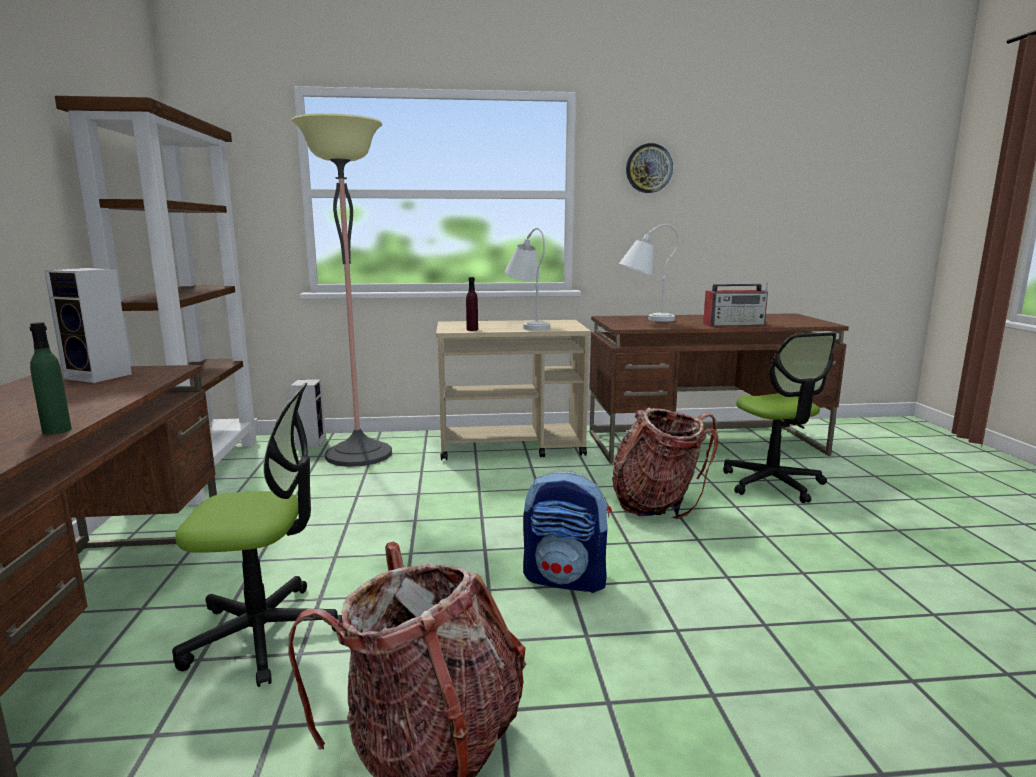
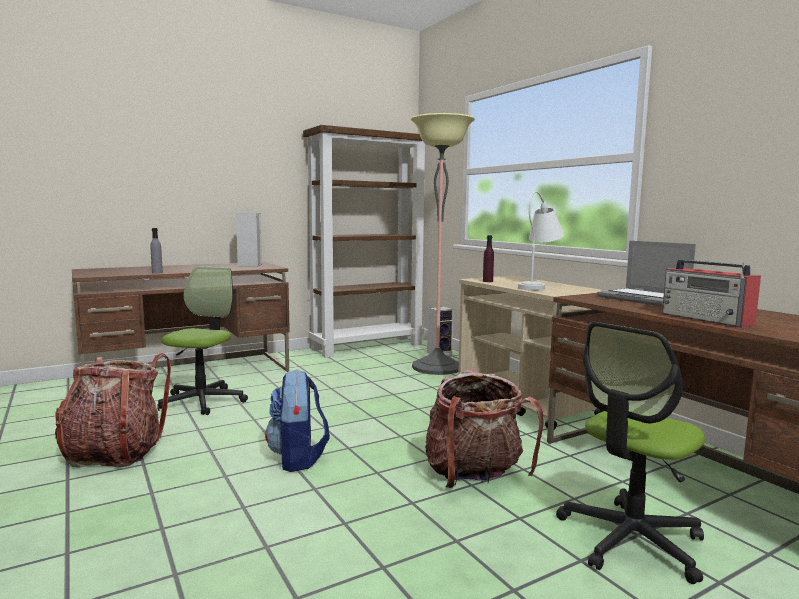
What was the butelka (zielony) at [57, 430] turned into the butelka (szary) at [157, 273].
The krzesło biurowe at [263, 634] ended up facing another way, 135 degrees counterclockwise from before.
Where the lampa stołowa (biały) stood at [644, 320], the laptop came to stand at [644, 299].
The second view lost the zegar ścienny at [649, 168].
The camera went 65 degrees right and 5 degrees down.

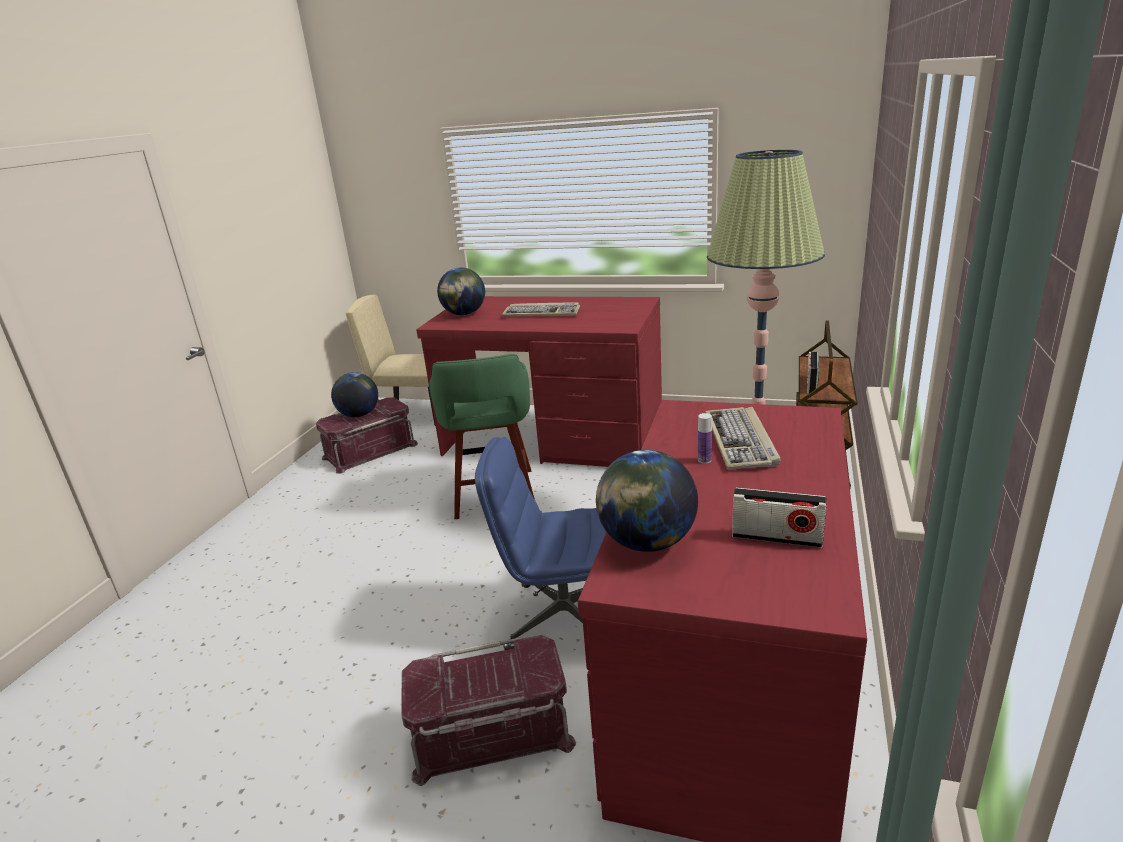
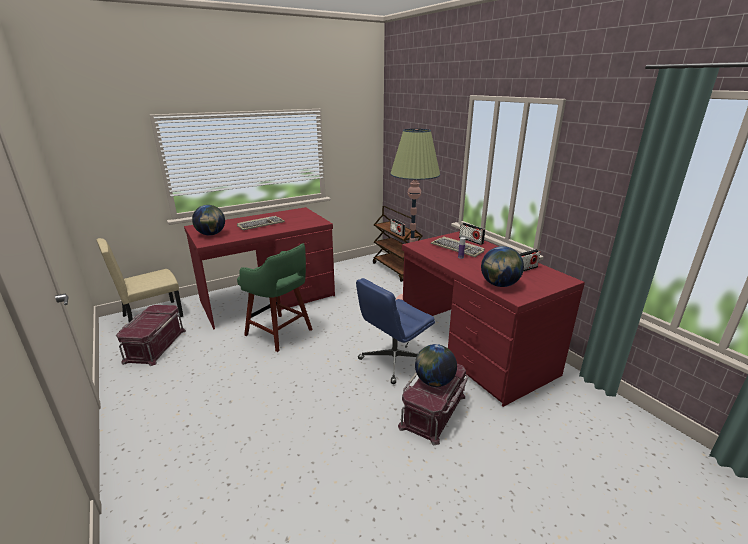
The globus ended up elsewhere, having gone from [359, 415] to [434, 381].
The second view gained the radio at [471, 240].
The camera went 50 degrees left and 0 degrees up.

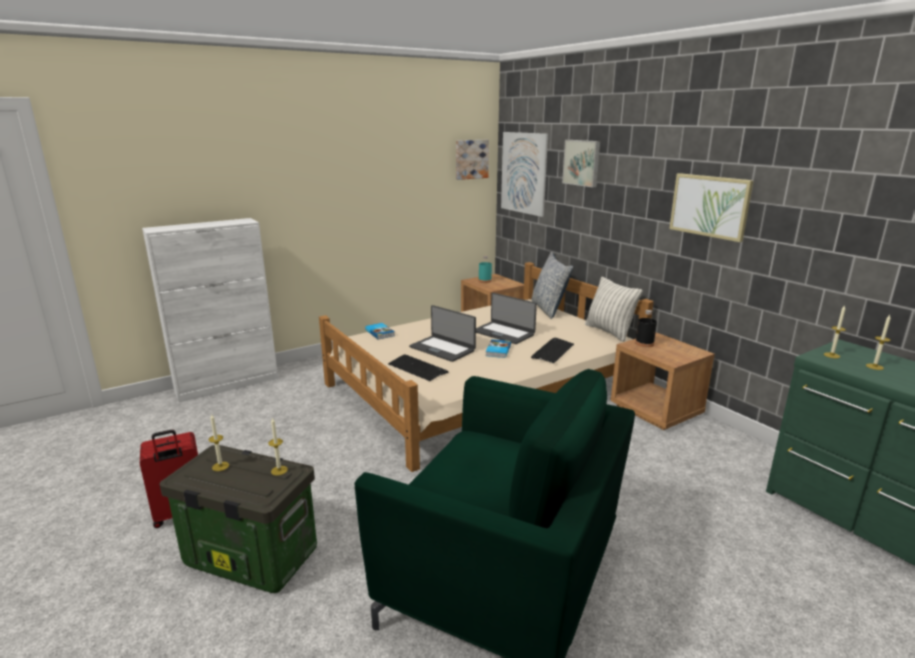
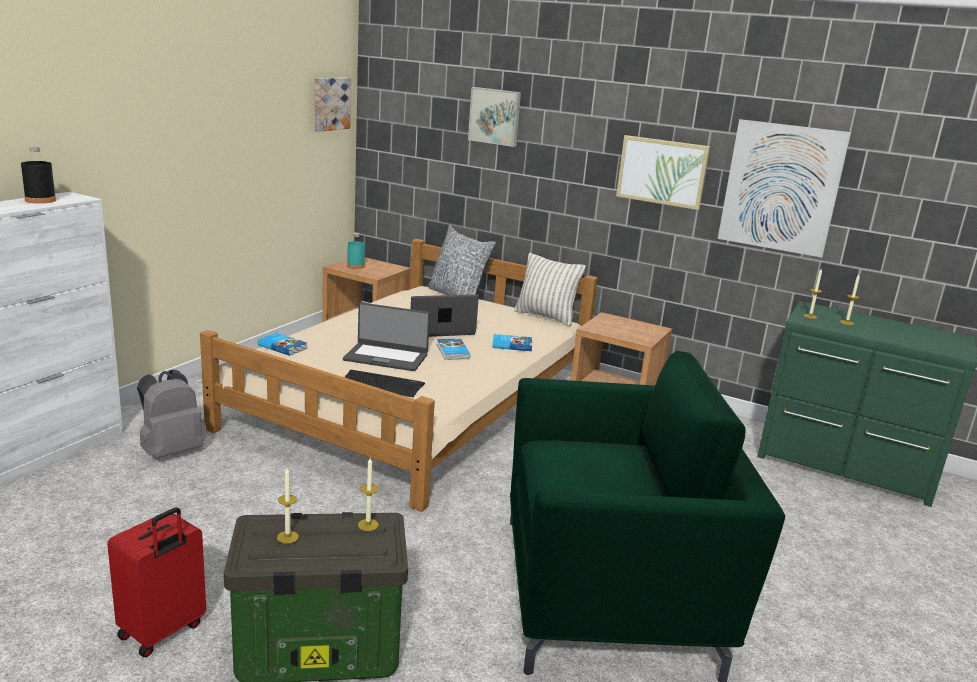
The laptop at [504, 333] ended up facing another way, 150 degrees clockwise from before.
The obraz ended up elsewhere, having gone from [523, 173] to [781, 188].
Where the klawiatura stood at [552, 351], the książka came to stand at [511, 345].
The butelka (czarny) ended up elsewhere, having gone from [644, 343] to [40, 200].
The second view gained the plecak (szary) at [171, 451].
The camera went 30 degrees left and 0 degrees up.

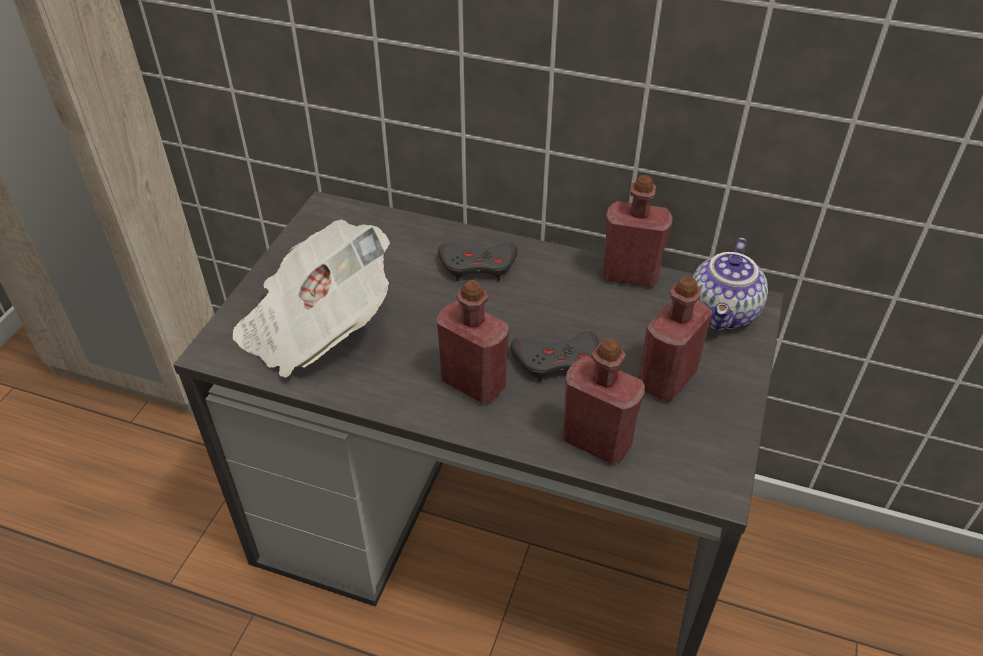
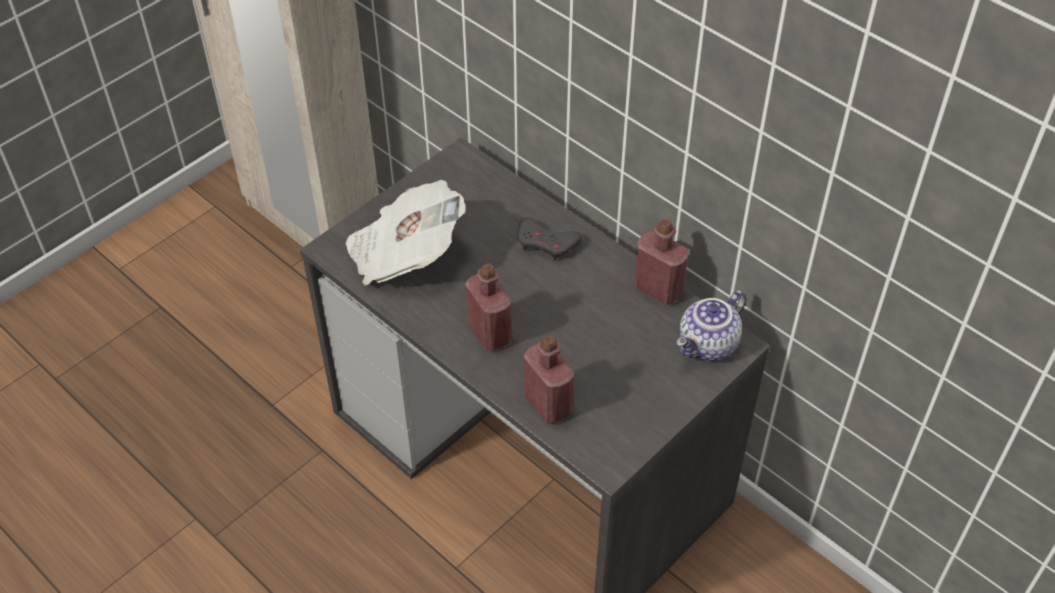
The second view lost the pad do gier (szary) at [557, 361].
The second view lost the butelka (czerwony) at [667, 379].
The camera went 25 degrees right and 5 degrees up.

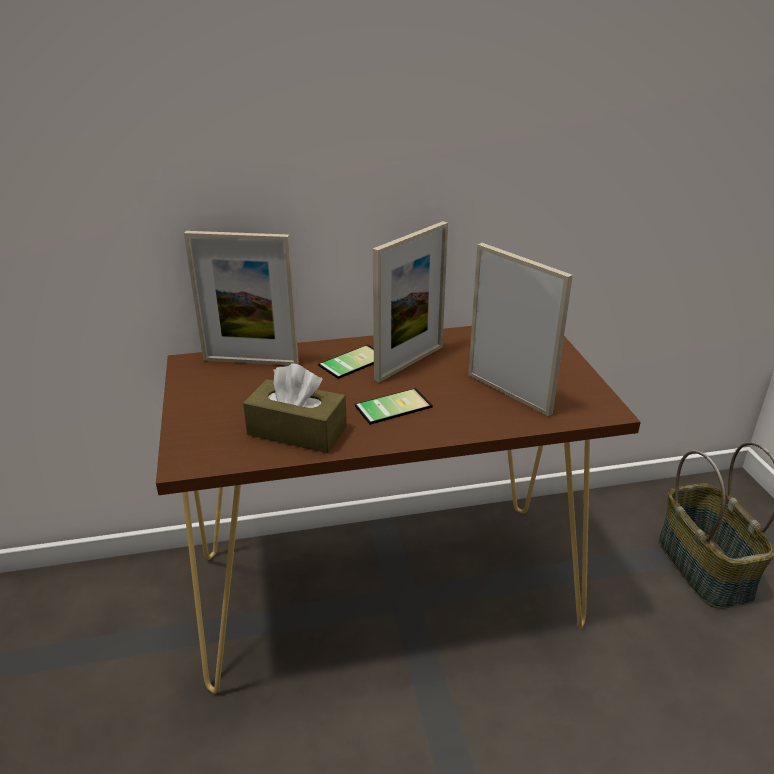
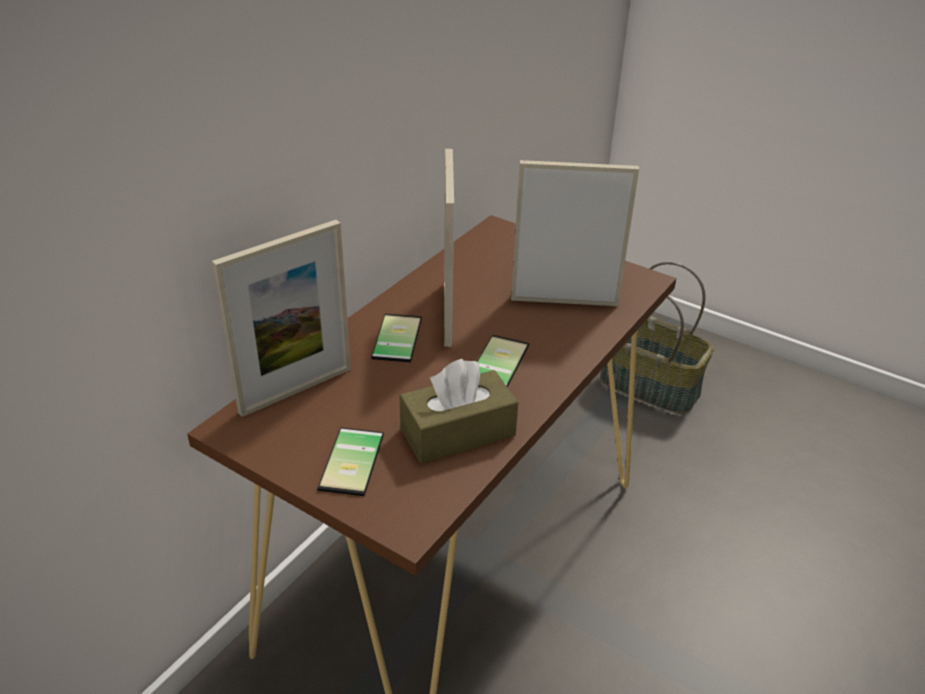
The second view gained the telefon at [356, 462].
The camera went 45 degrees left and 5 degrees up.

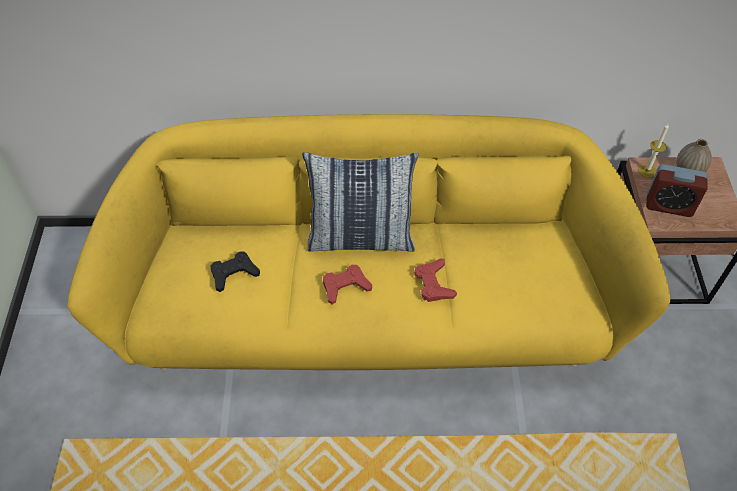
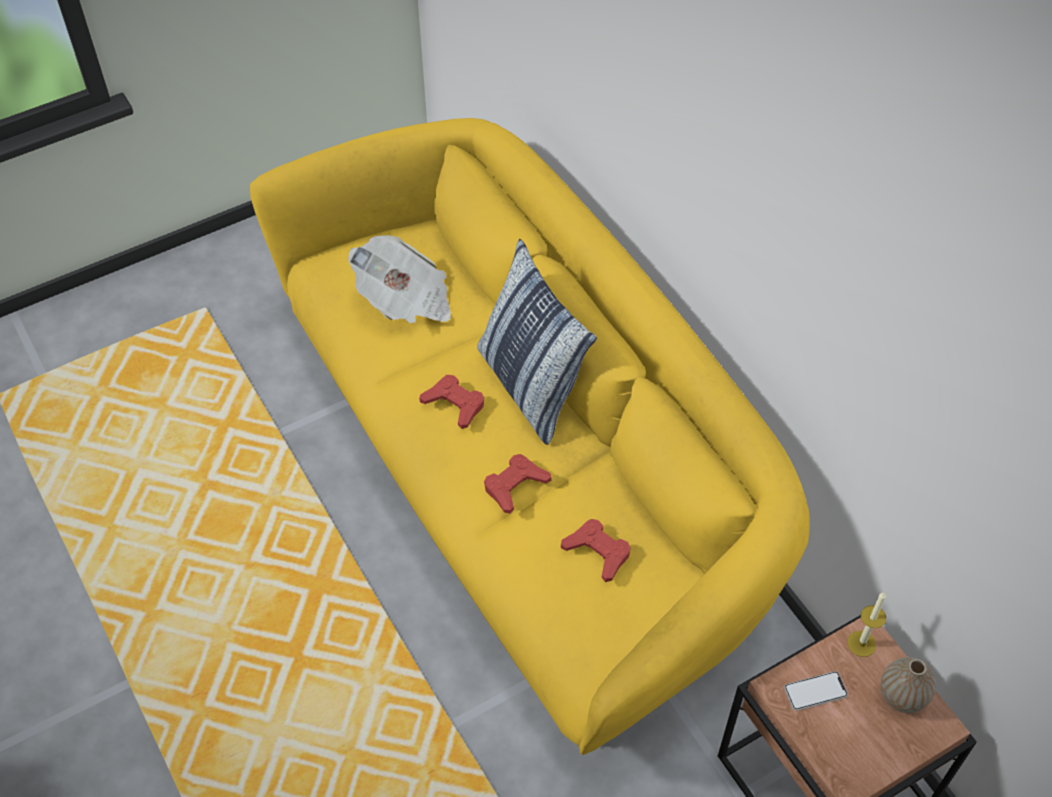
Where the pad do gier (czarny) stood at [234, 273], the gazeta came to stand at [405, 300].
Where the budzik stood at [668, 205], the telefon came to stand at [815, 691].
The second view gained the pad do gier (czerwony) at [597, 552].
The camera went 60 degrees right and 0 degrees up.

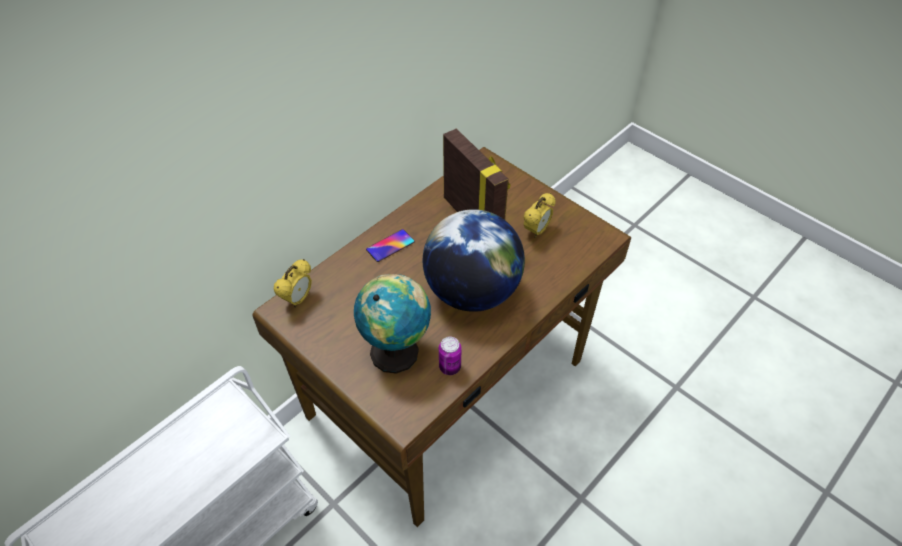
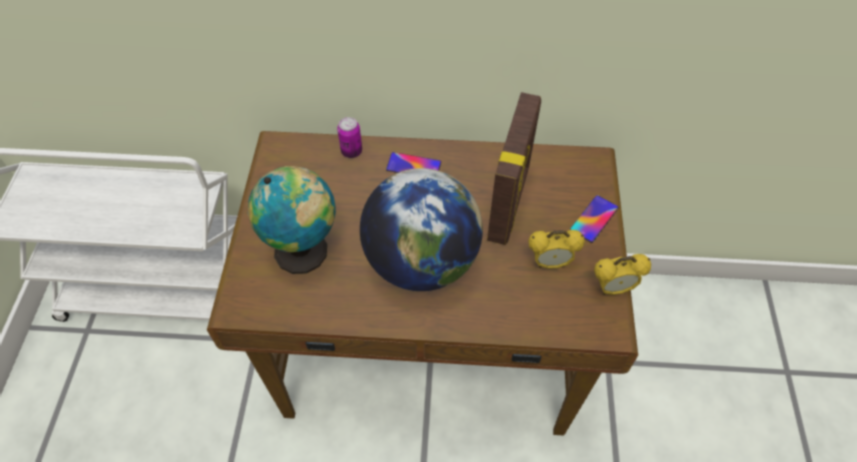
The budzik ended up elsewhere, having gone from [298, 299] to [613, 288].
The puszka ended up elsewhere, having gone from [450, 367] to [351, 151].
The second view gained the telefon at [594, 219].
The camera went 50 degrees right and 5 degrees up.

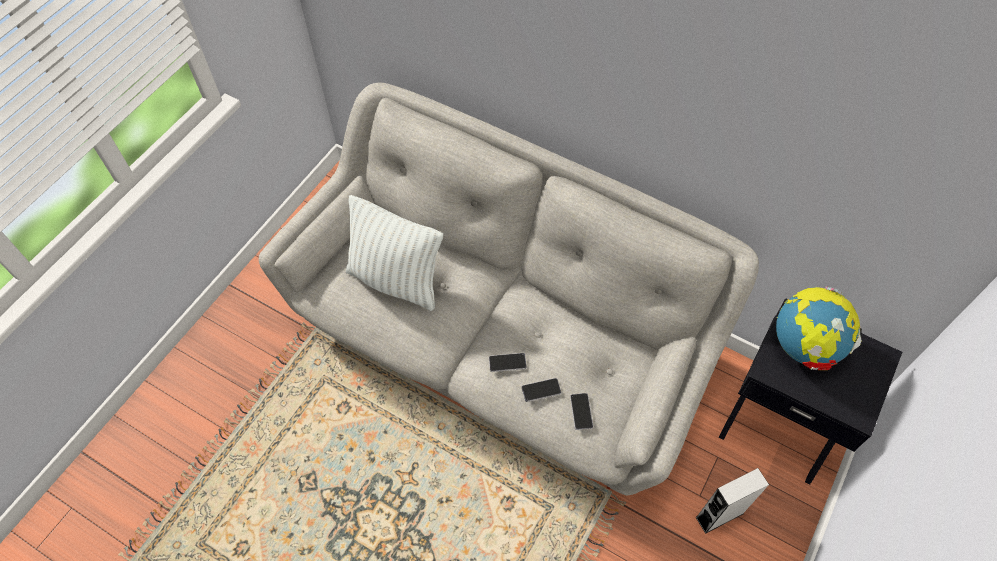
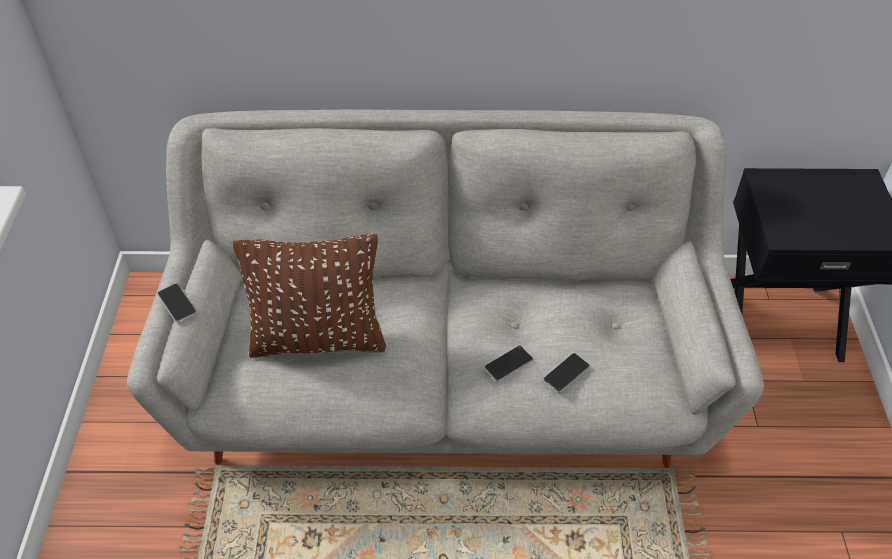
What was the poduszka (biały) at [396, 280] turned into the poduszka (brązowy) at [318, 339].
The telefon ended up elsewhere, having gone from [581, 411] to [177, 303].
The second view lost the głośnik (szary) at [719, 515].
The second view lost the globus at [805, 346].
The camera went 30 degrees left and 10 degrees down.

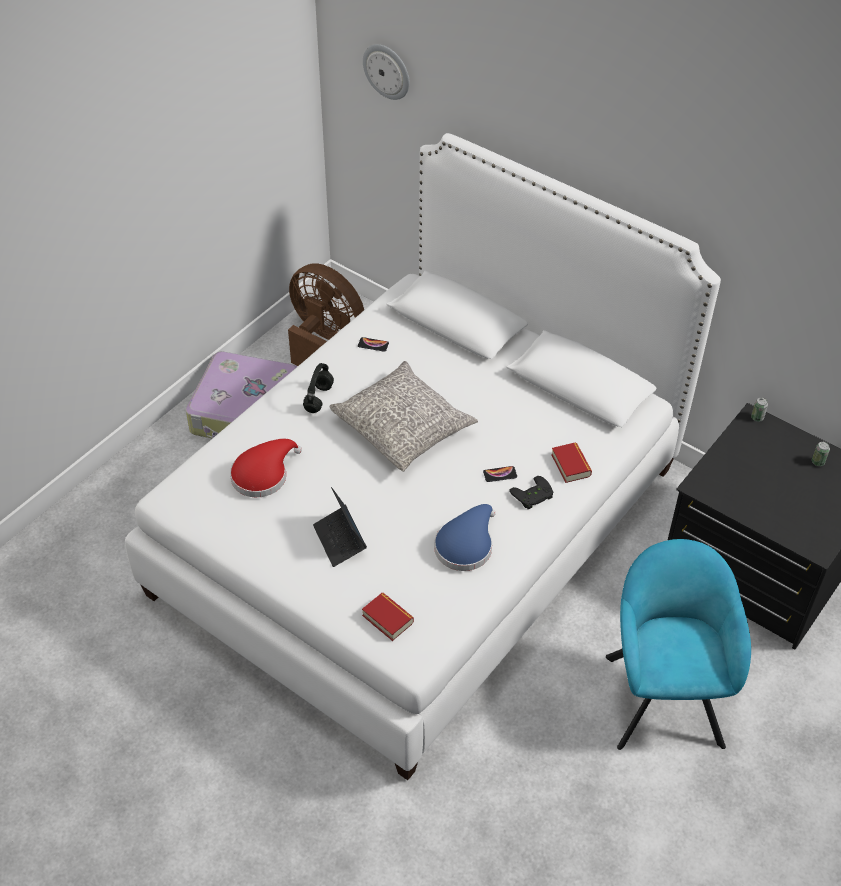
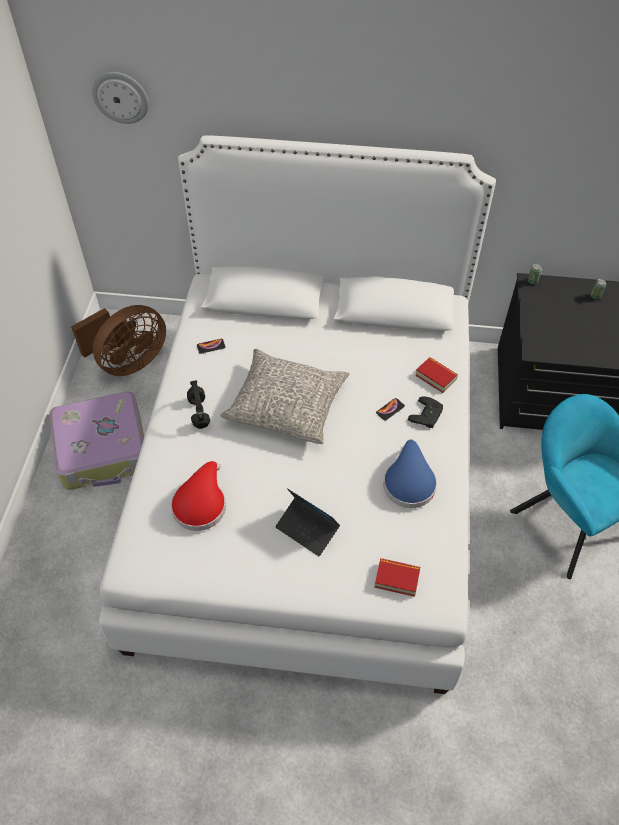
The wentylator (brązowy) at [324, 342] ended up facing another way, 135 degrees clockwise from before.
The camera went 30 degrees left and 5 degrees up.

